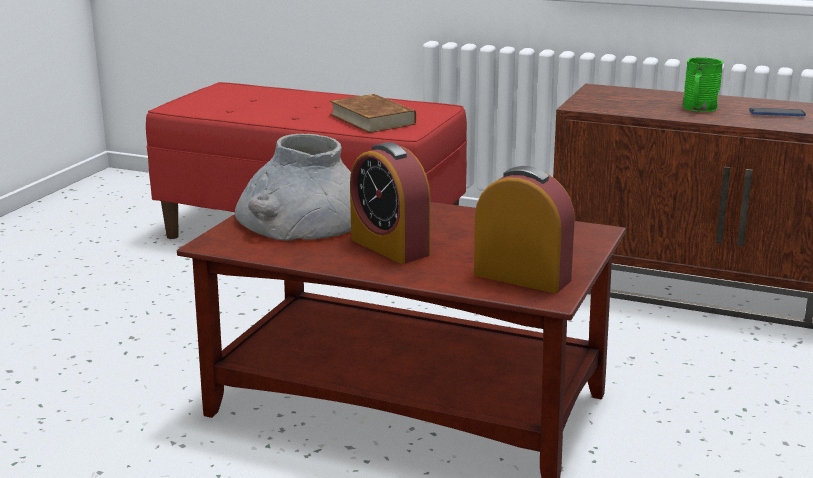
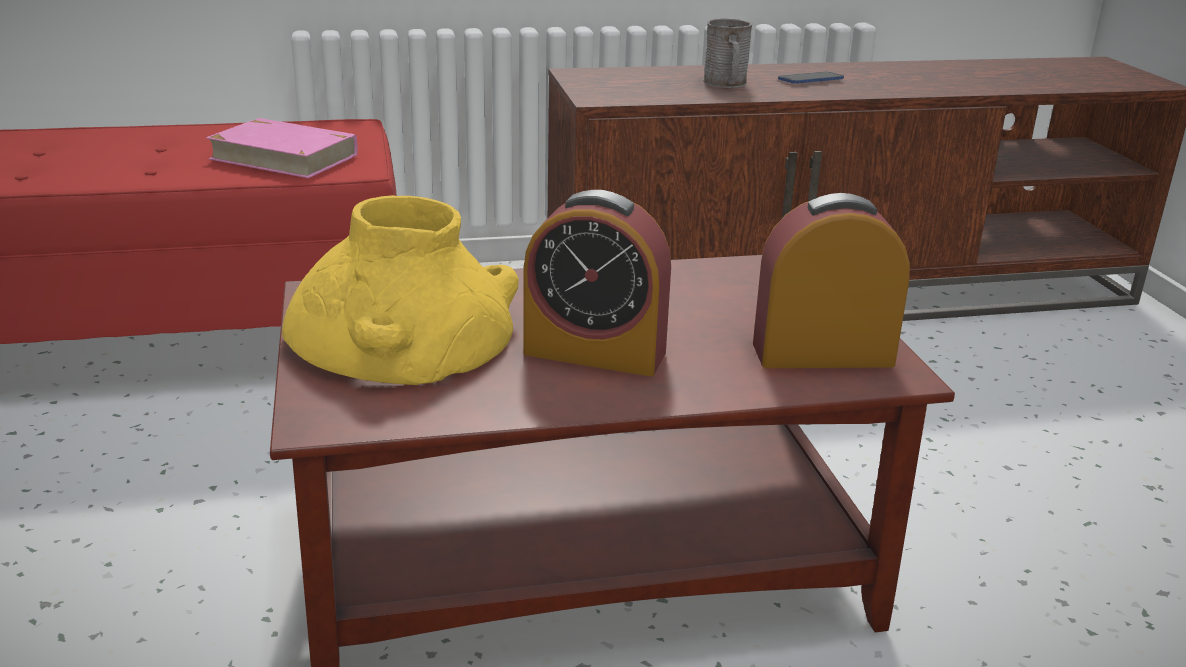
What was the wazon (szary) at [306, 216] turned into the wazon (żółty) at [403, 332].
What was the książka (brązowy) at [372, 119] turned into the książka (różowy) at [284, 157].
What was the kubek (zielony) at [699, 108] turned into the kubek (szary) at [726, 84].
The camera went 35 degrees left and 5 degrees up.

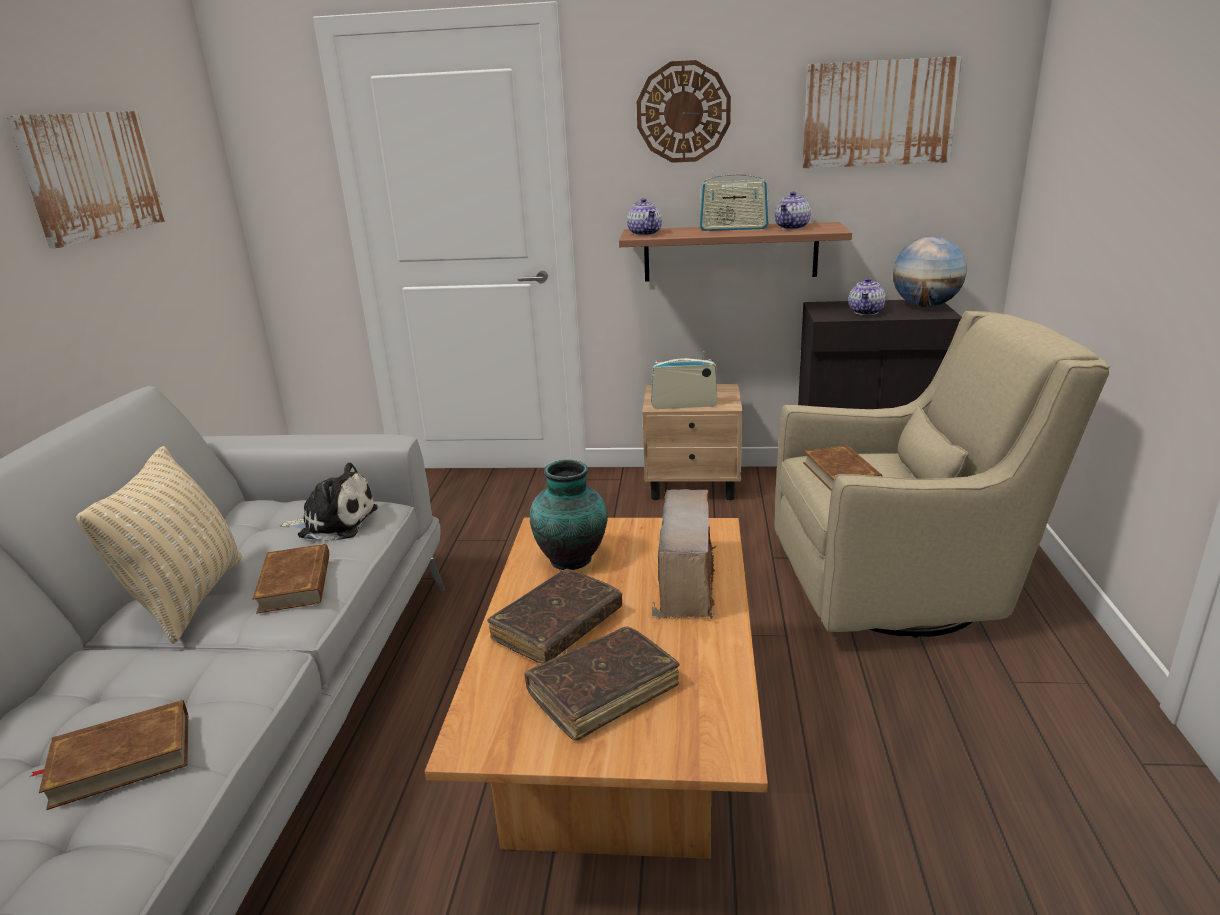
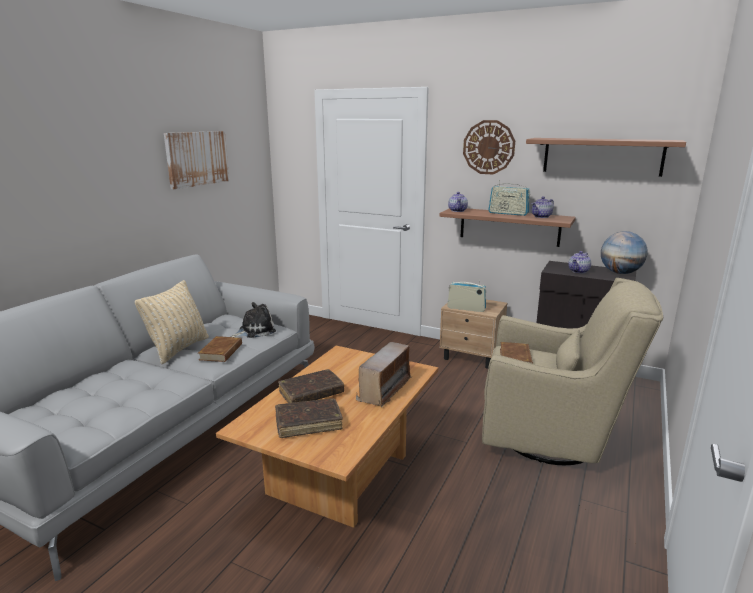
The second view lost the książka (brązowy) at [121, 759].
The pluszak at [334, 523] ended up facing another way, 60 degrees counterclockwise from before.
The second view lost the wazon at [573, 559].
Where the obraz hung at [878, 113], the półka came to hang at [602, 156].
The camera went 20 degrees right and 5 degrees down.

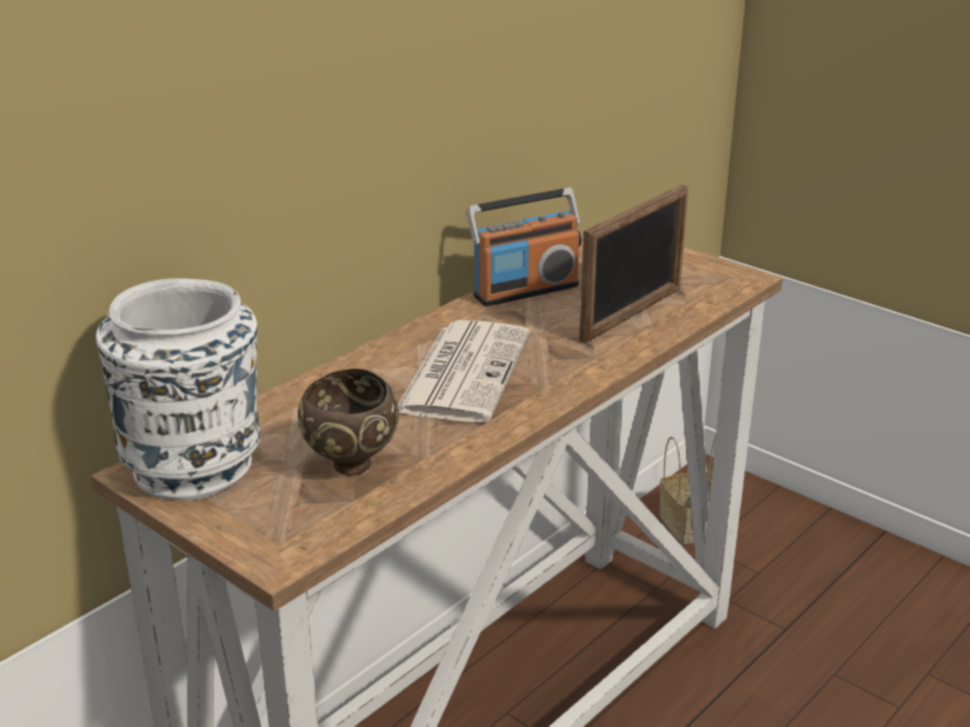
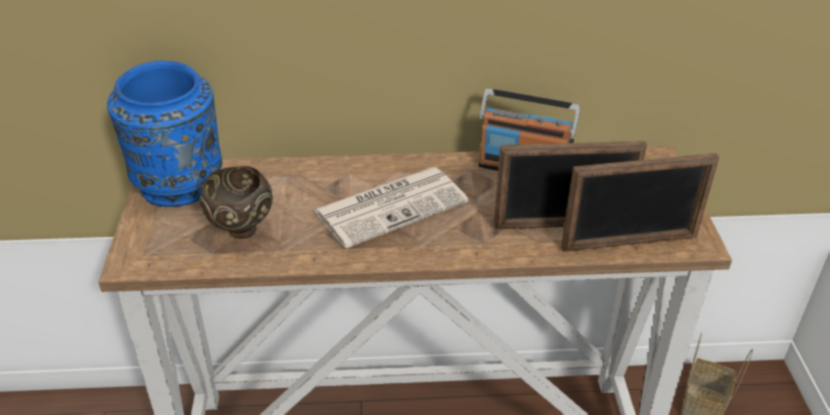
What was the wazon (biały) at [196, 468] turned into the wazon (niebieski) at [179, 185].
The second view gained the ramka na zdjęcie at [629, 243].
The camera went 45 degrees right and 10 degrees up.

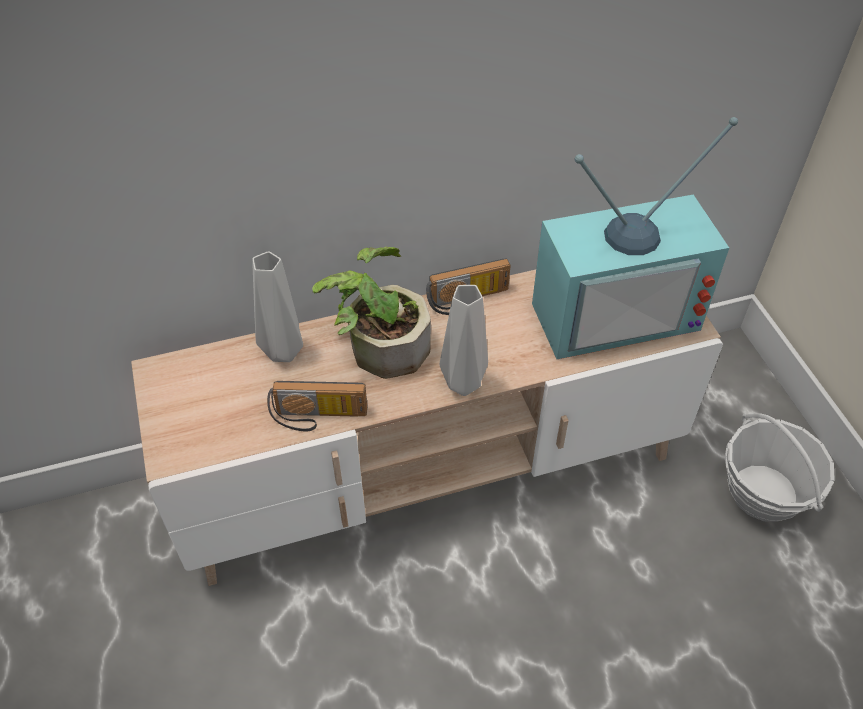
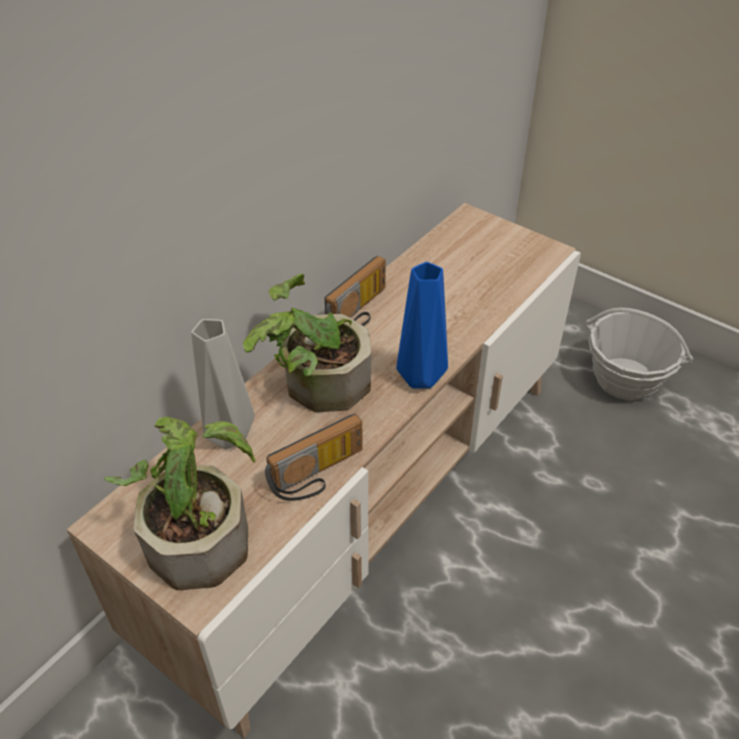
What was the wazon (szary) at [461, 383] turned into the wazon (niebieski) at [418, 379].
The second view lost the telewizor at [614, 310].
The second view gained the roślina doniczkowa at [198, 532].
The camera went 35 degrees left and 5 degrees down.

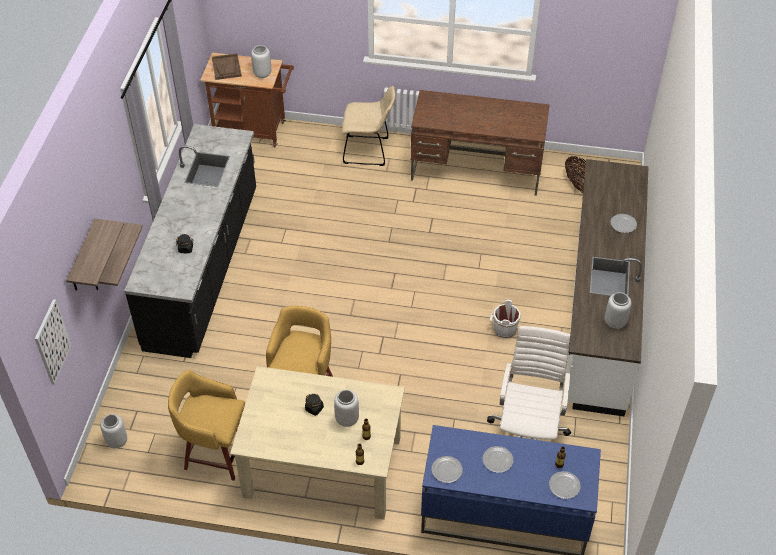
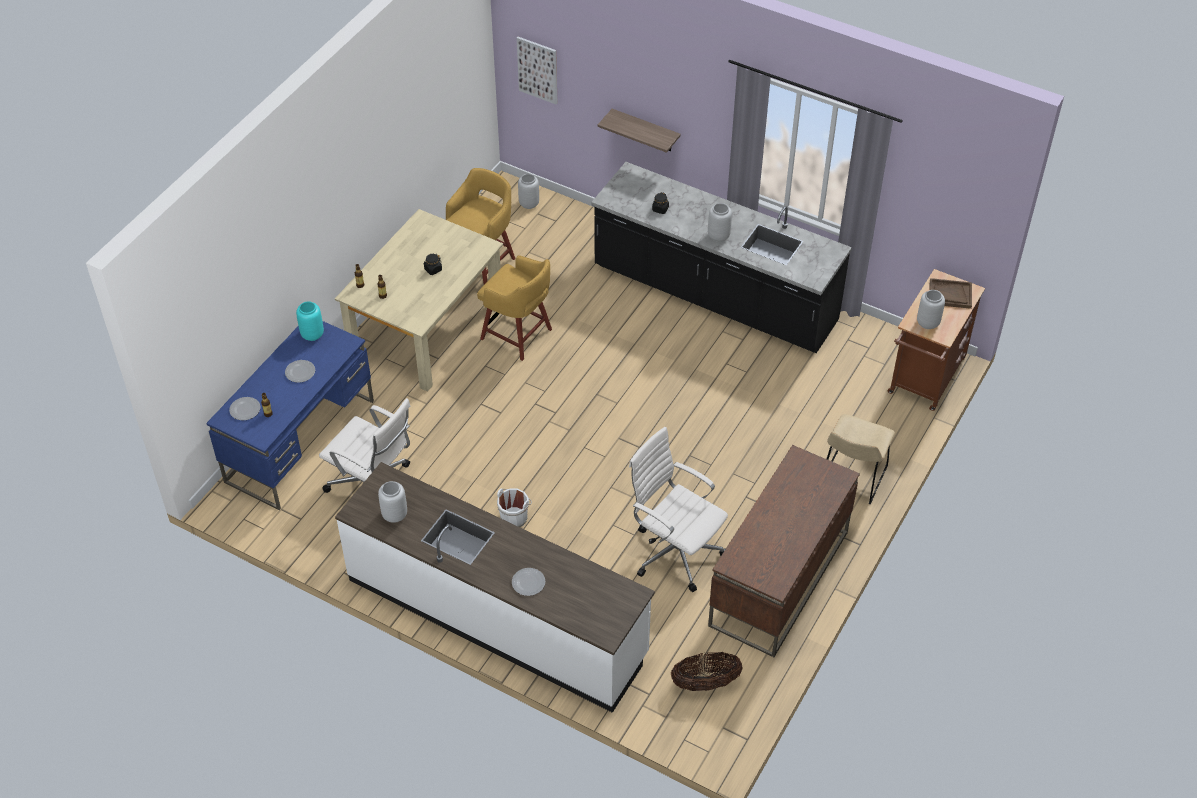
The second view lost the półka at [83, 258].
The wazon (szary) ended up elsewhere, having gone from [347, 419] to [718, 236].
Where the talerz stood at [447, 470], the wazon (turkusowy) came to stand at [312, 335].
The second view gained the krzesło biurowe (biały) at [675, 551].
The camera went 110 degrees right and 0 degrees up.

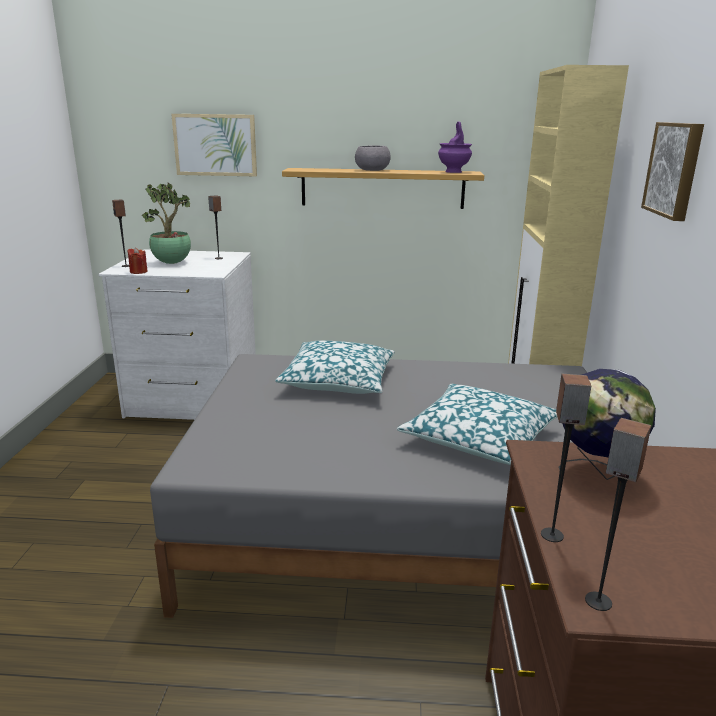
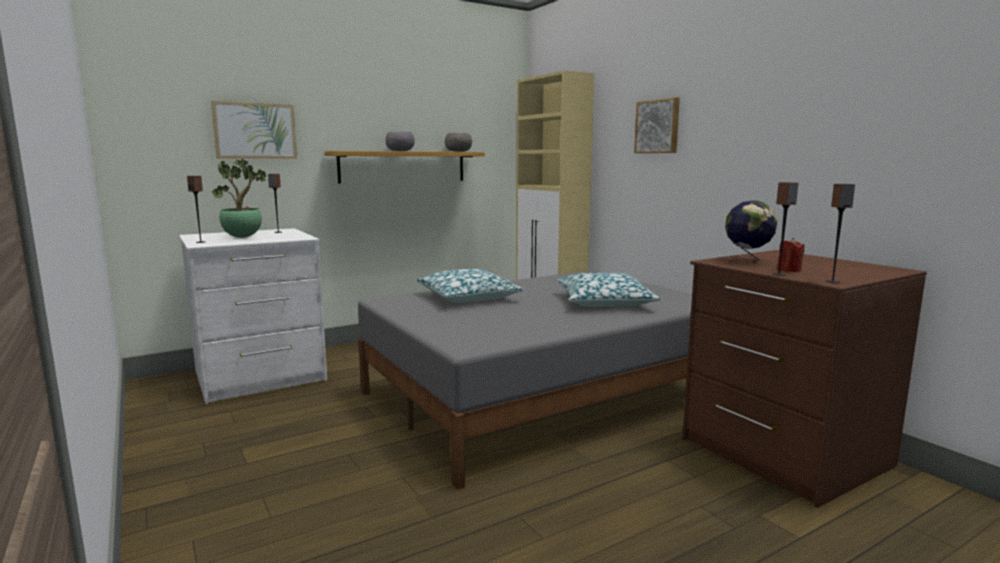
The świeca (czerwony) ended up elsewhere, having gone from [138, 272] to [789, 270].
Where the wazon (fioletowy) stood at [454, 172], the miska (szary) came to stand at [458, 151].
The camera went 35 degrees left and 10 degrees down.

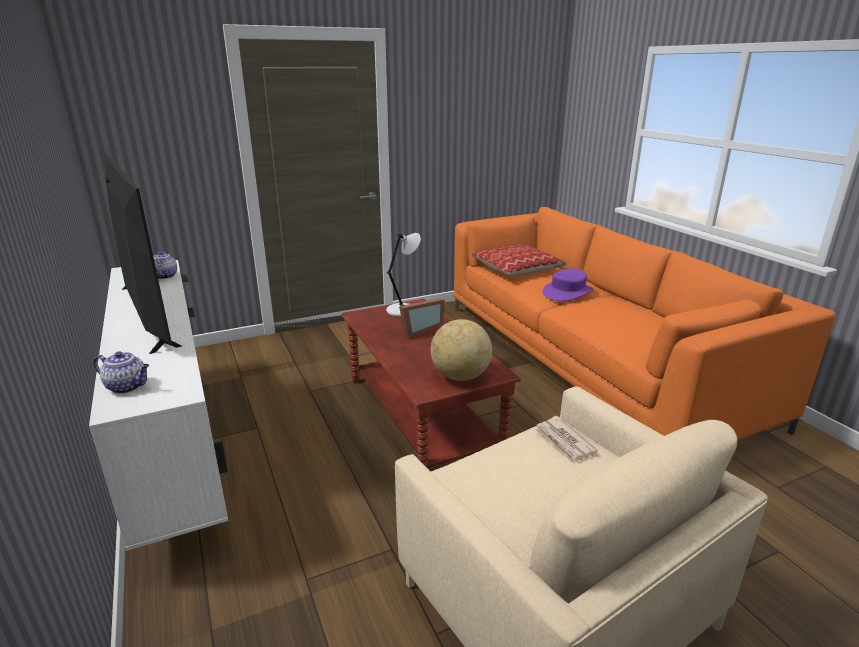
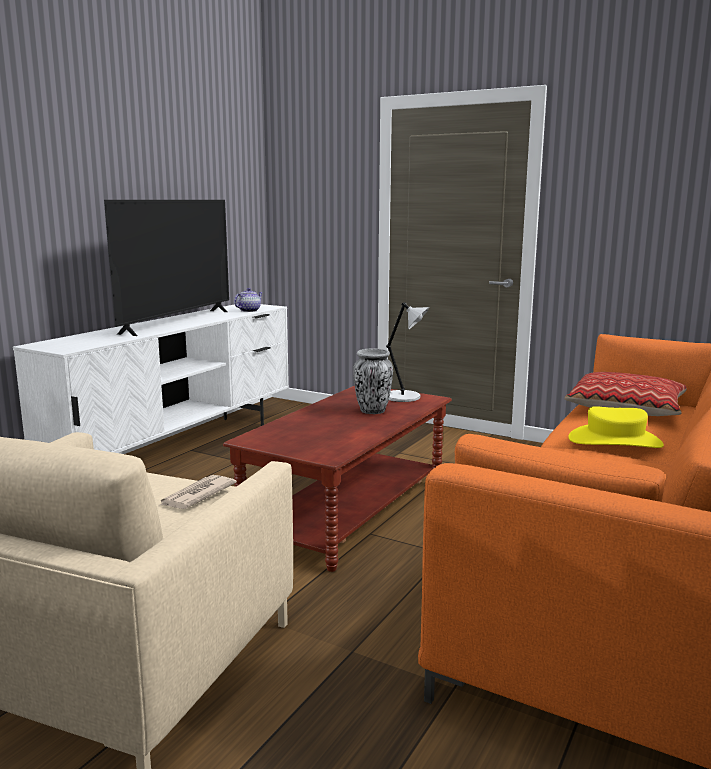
The second view lost the imbryk at [128, 386].
Where the ramka na zdjęcie stood at [419, 329], the wazon came to stand at [372, 411].
The second view lost the globus at [460, 377].
What was the kapelusz (fioletowy) at [567, 292] turned into the kapelusz (żółty) at [614, 441].
The camera went 55 degrees right and 10 degrees down.

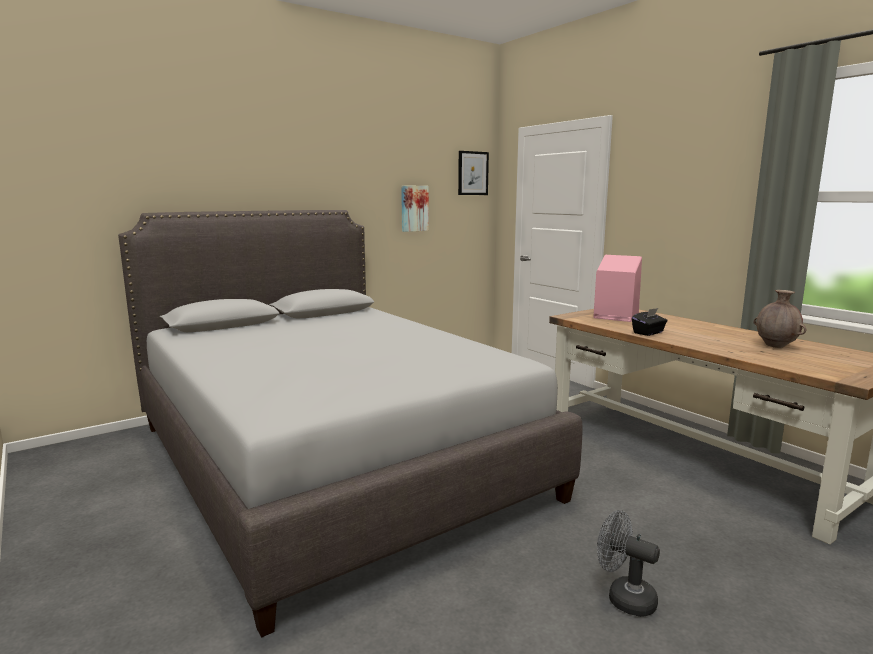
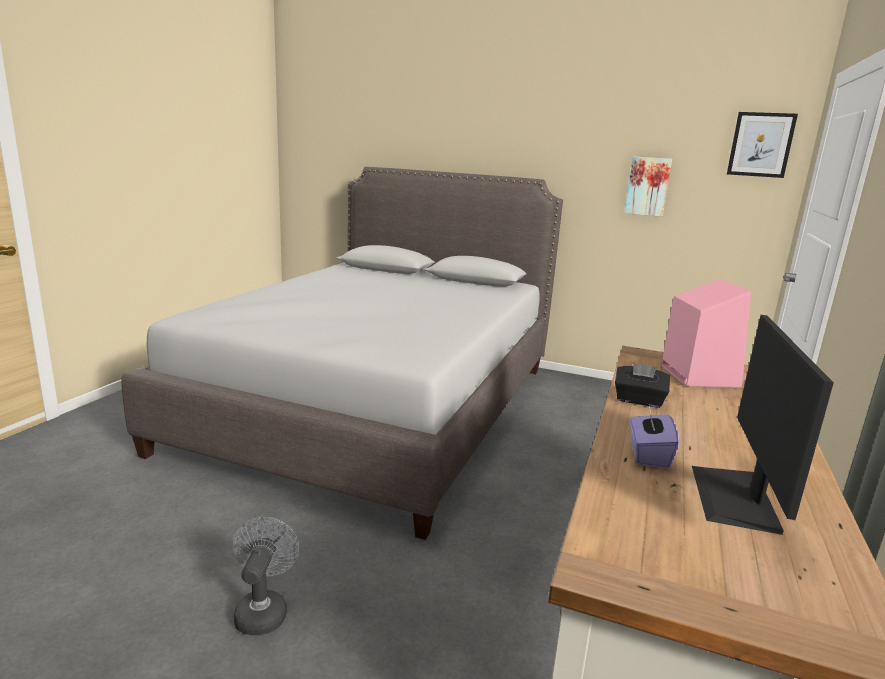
Where the wazon (brązowy) stood at [776, 346], the monitor came to stand at [736, 498].
The second view gained the pudełko chusteczek (fioletowy) at [648, 455].
The camera went 55 degrees right and 5 degrees up.

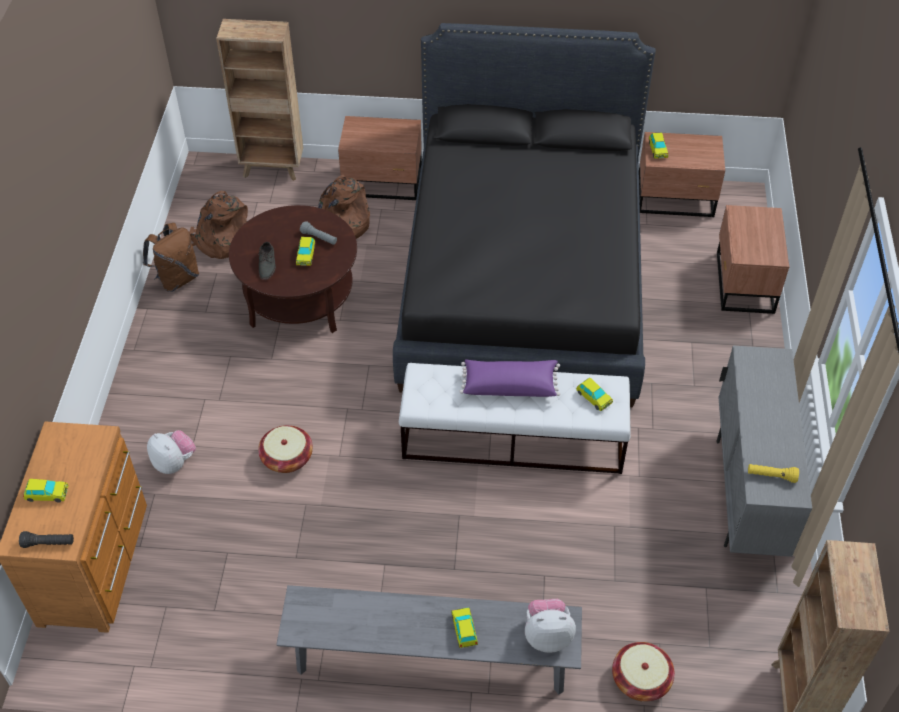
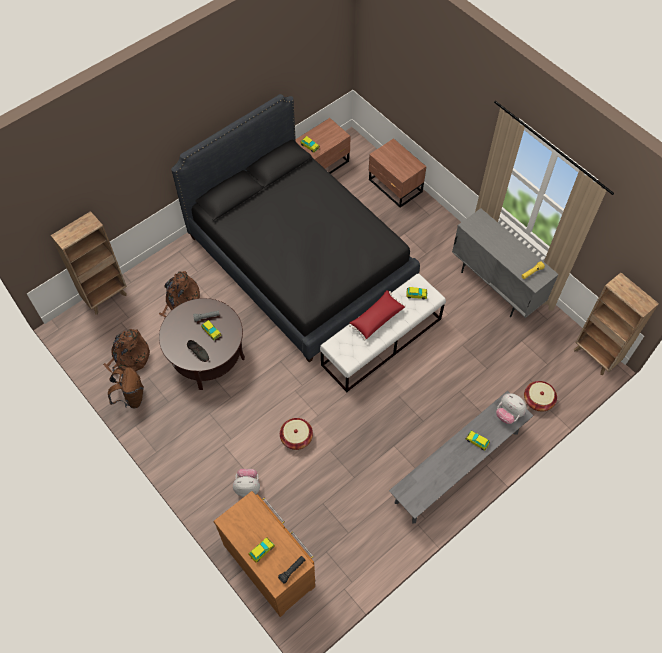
The second view lost the szafka nocna (brązowy) at [383, 183].
What was the poduszka (fioletowy) at [509, 385] turned into the poduszka (czerwony) at [376, 318].
The pluszak at [547, 635] ended up facing another way, 90 degrees counterclockwise from before.
The camera went 45 degrees left and 10 degrees up.

